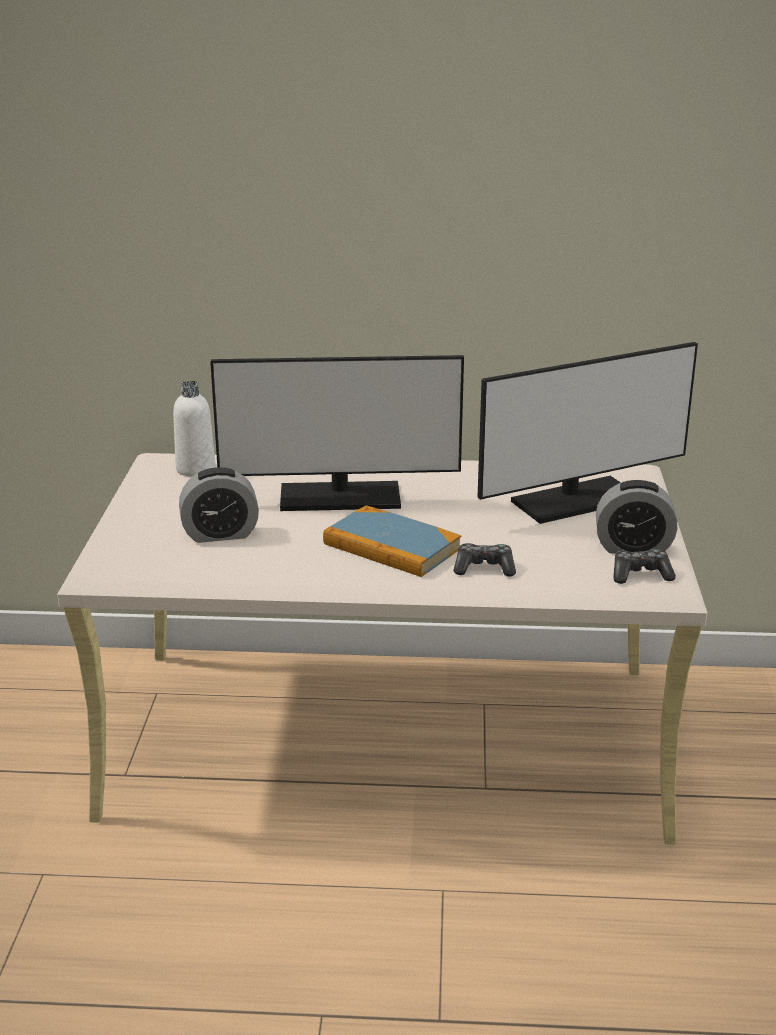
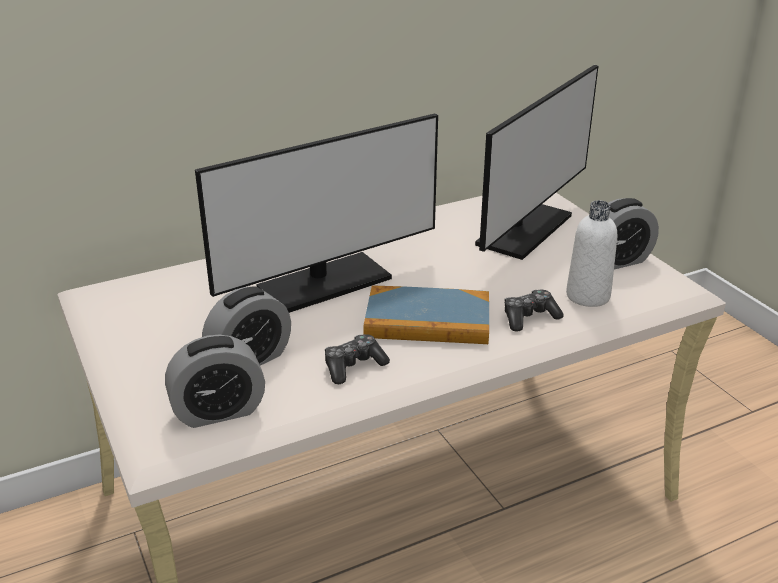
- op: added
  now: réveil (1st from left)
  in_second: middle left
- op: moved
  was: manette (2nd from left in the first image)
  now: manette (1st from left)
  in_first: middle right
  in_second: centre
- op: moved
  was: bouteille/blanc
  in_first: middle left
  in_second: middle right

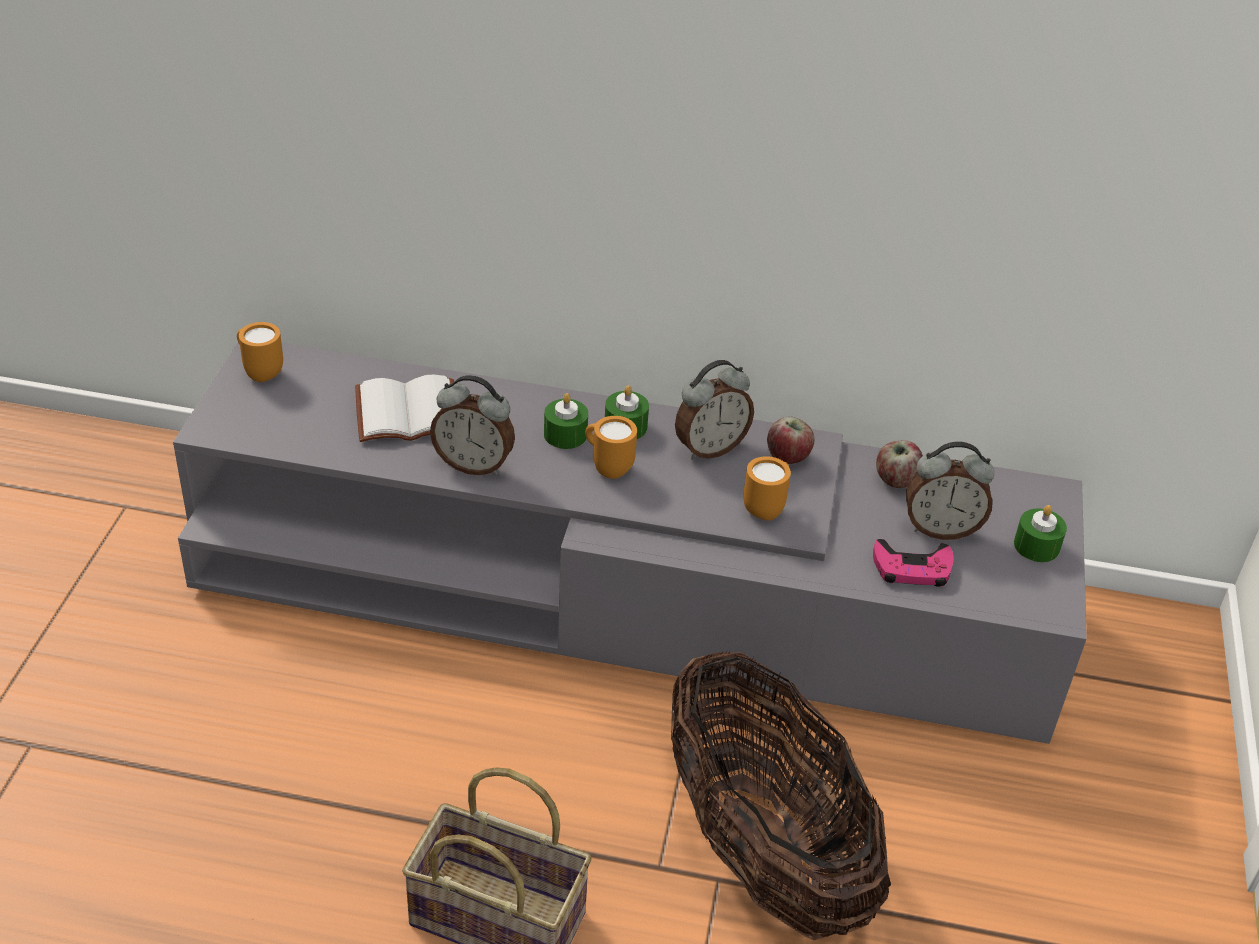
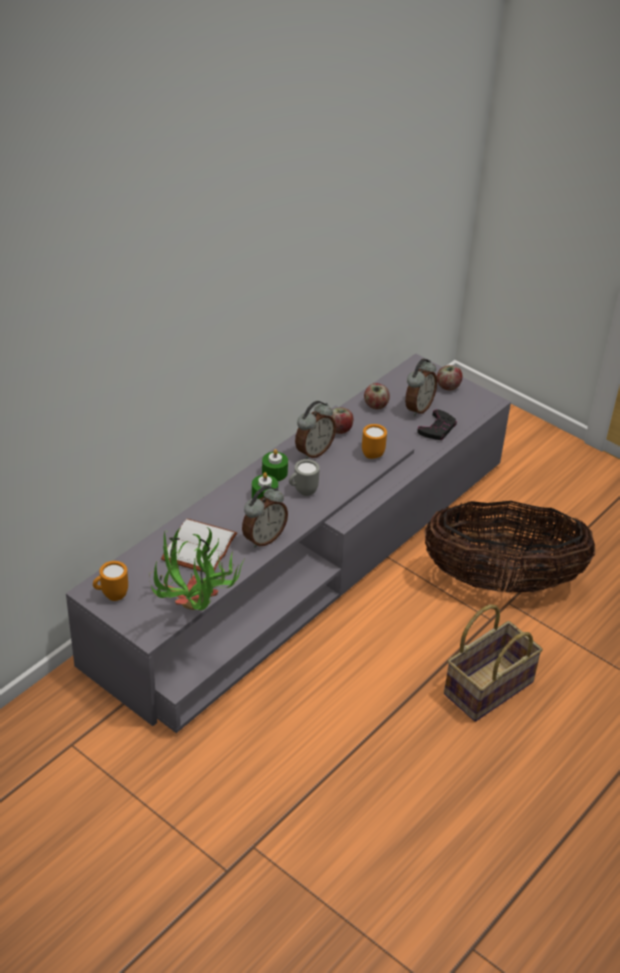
- op: added
  now: plante en pot
  in_second: middle left
- op: recoloured
  was: mug/orange (2nd from left)
  now: mug/gris
  in_first: centre
  in_second: centre
- op: turned
  was: réveil (2nd from left)
  in_first: centre
  in_second: centre
  clockwise: 45
- op: recoloured
  was: manette/rose
  now: manette/noir
  in_first: middle right
  in_second: middle right
- op: replaced
  was: bougie/vert (3rd from left)
  now: pomme (3rd from left)
  in_first: middle right
  in_second: middle right

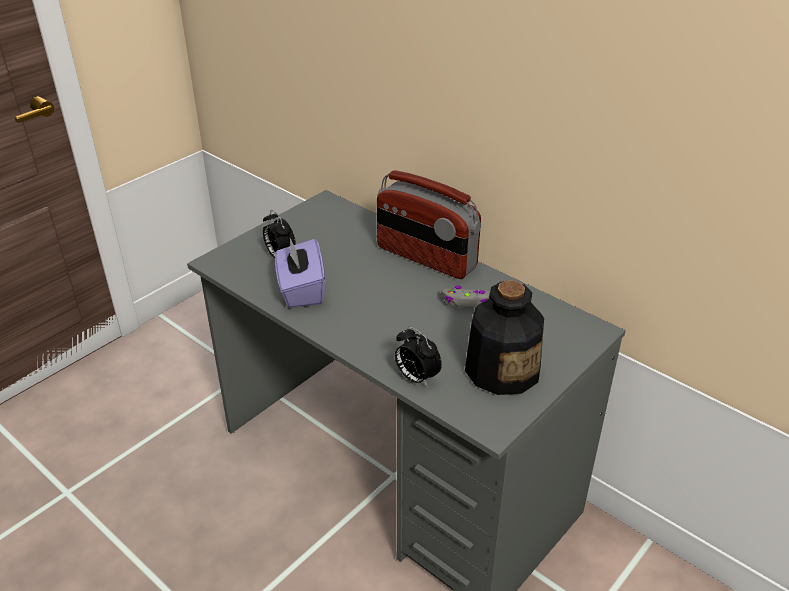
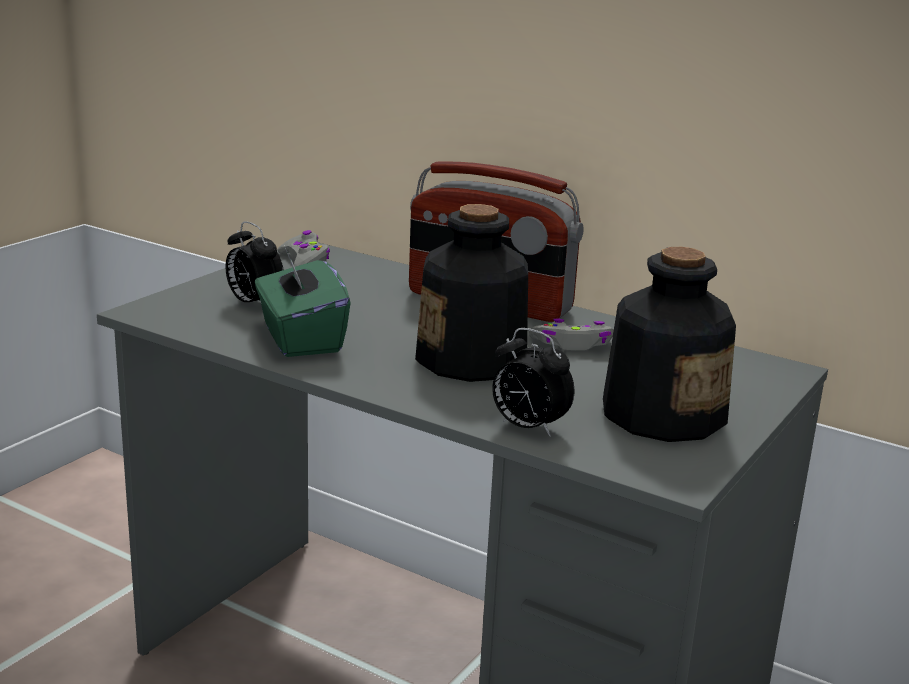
- op: recoloured
  was: boîte à mouchoirs/violet
  now: boîte à mouchoirs/vert
  in_first: centre
  in_second: centre
- op: added
  now: manette/gris (1st from left)
  in_second: centre
- op: added
  now: bouteille (1st from left)
  in_second: centre

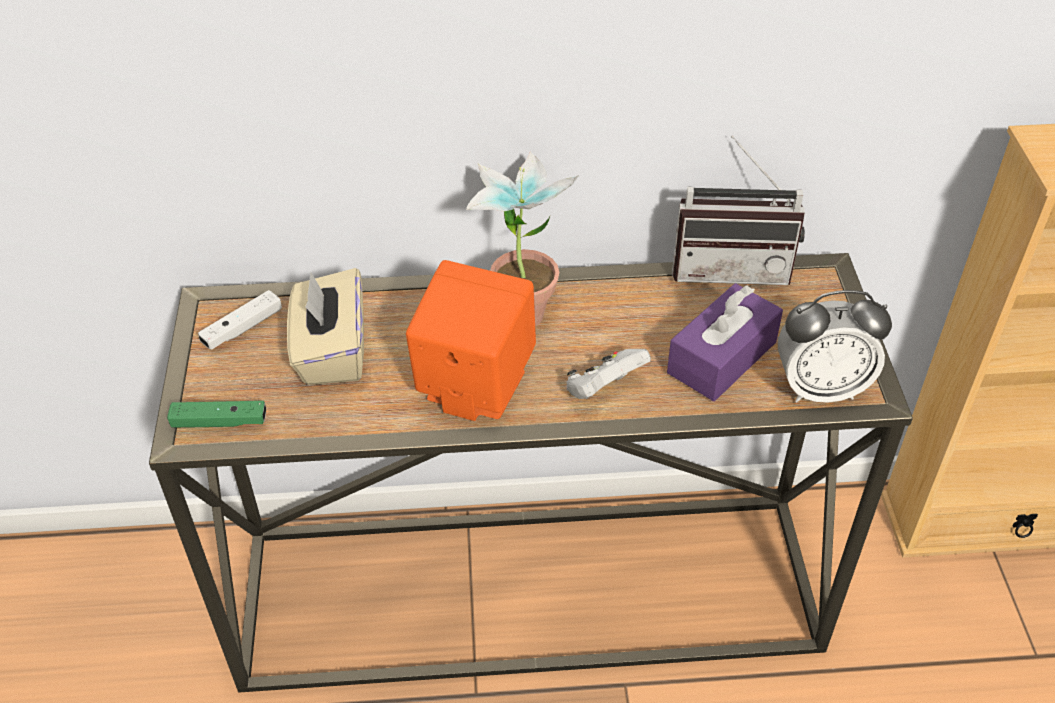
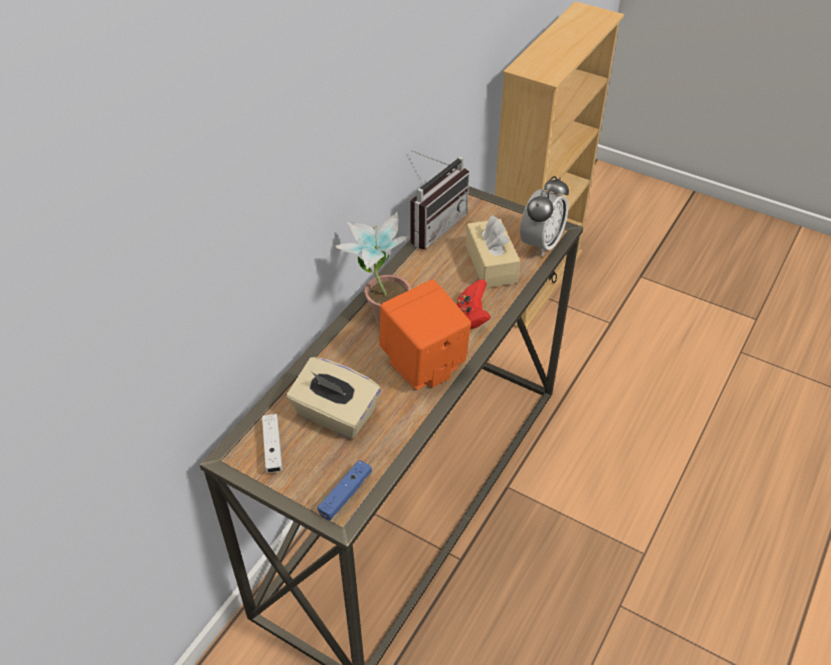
- op: recoloured
  was: manette/vert
  now: manette/bleu
  in_first: middle left
  in_second: bottom centre
- op: recoloured
  was: manette/blanc (2nd from left)
  now: manette/rouge
  in_first: centre
  in_second: centre
- op: recoloured
  was: boîte à mouchoirs/violet
  now: boîte à mouchoirs/beige (2nd from left)
  in_first: middle right
  in_second: centre

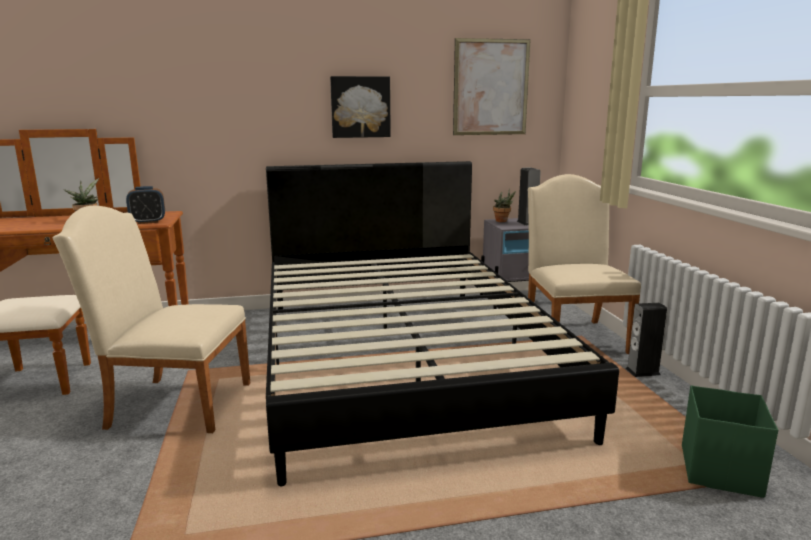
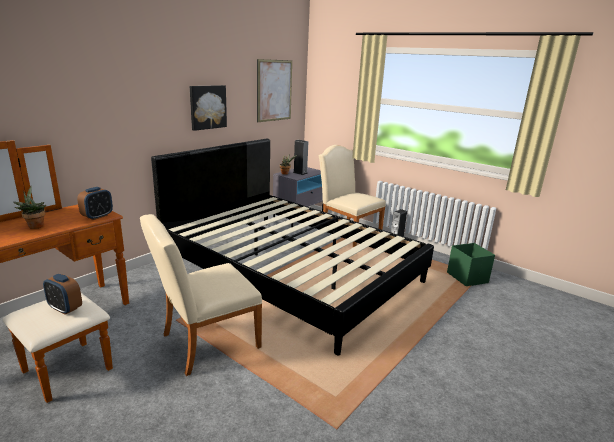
- op: added
  now: réveil (1st from left)
  in_second: middle left

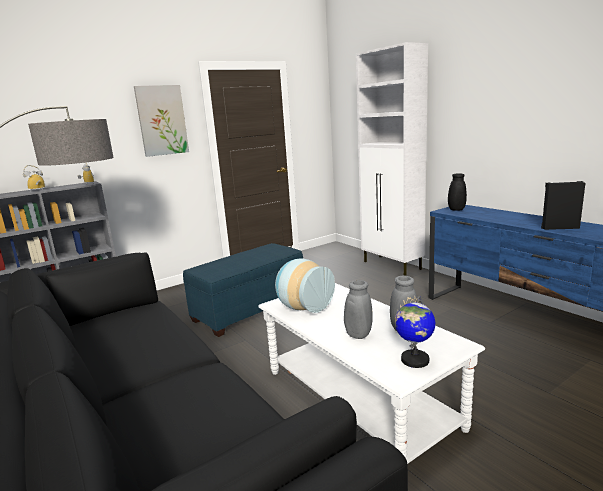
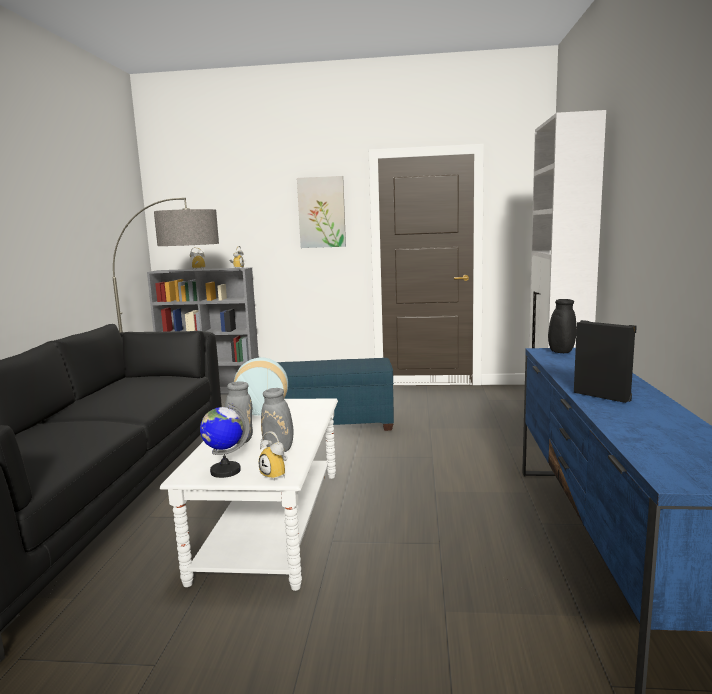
- op: added
  now: réveil (3rd from left)
  in_second: centre

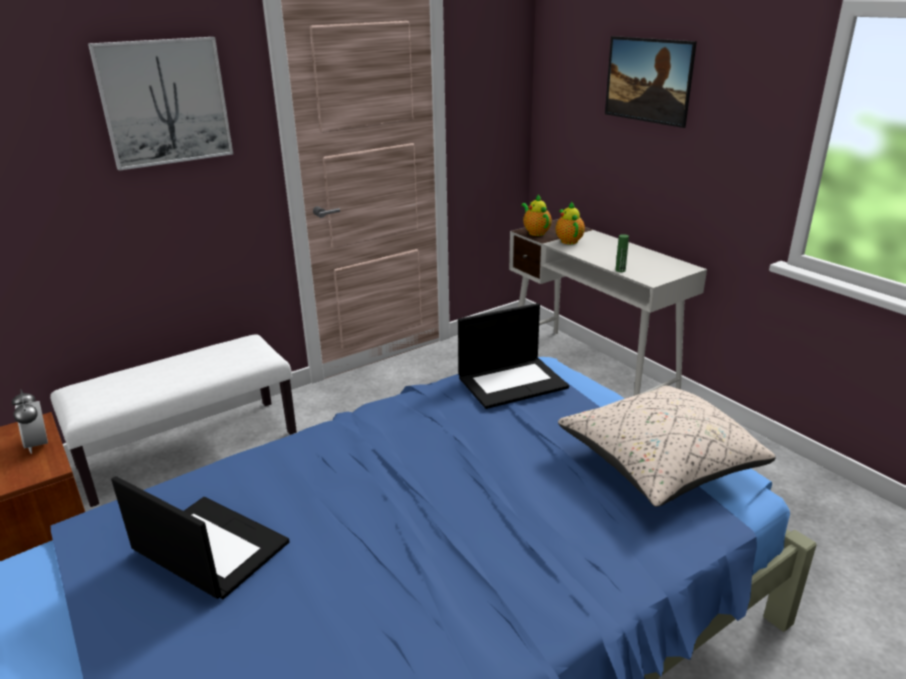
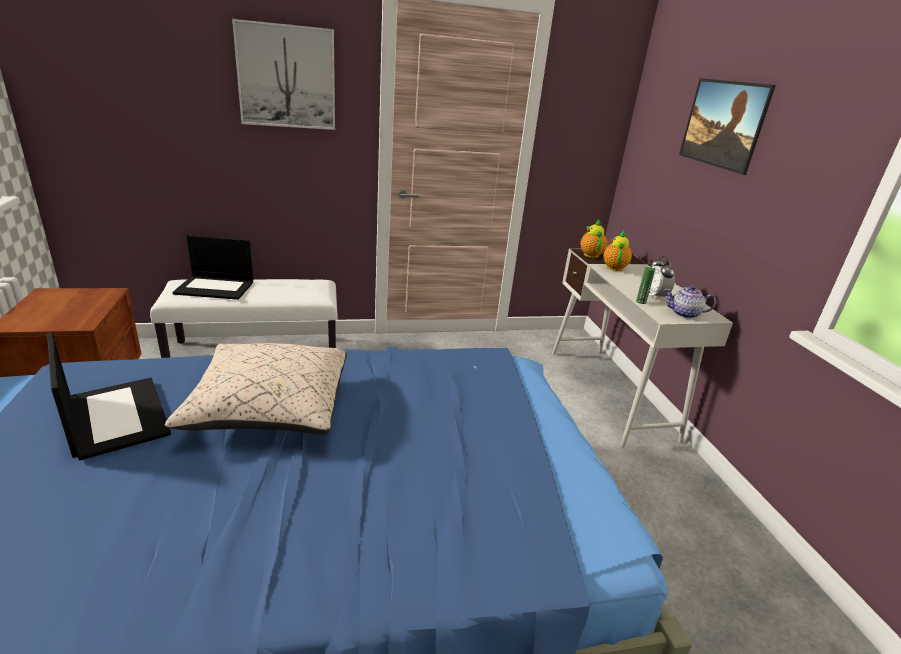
- op: moved
  was: coussin/beige
  in_first: middle right
  in_second: middle left
- op: moved
  was: ordinateur portable (2nd from left)
  in_first: centre
  in_second: middle left
- op: moved
  was: réveil
  in_first: middle left
  in_second: middle right
- op: added
  now: théière (3rd from left)
  in_second: middle right

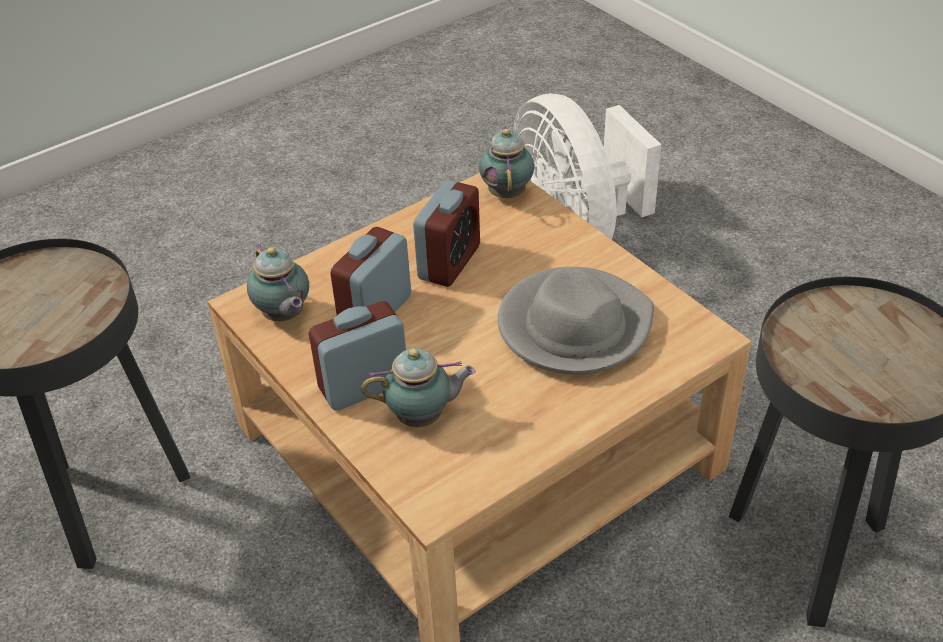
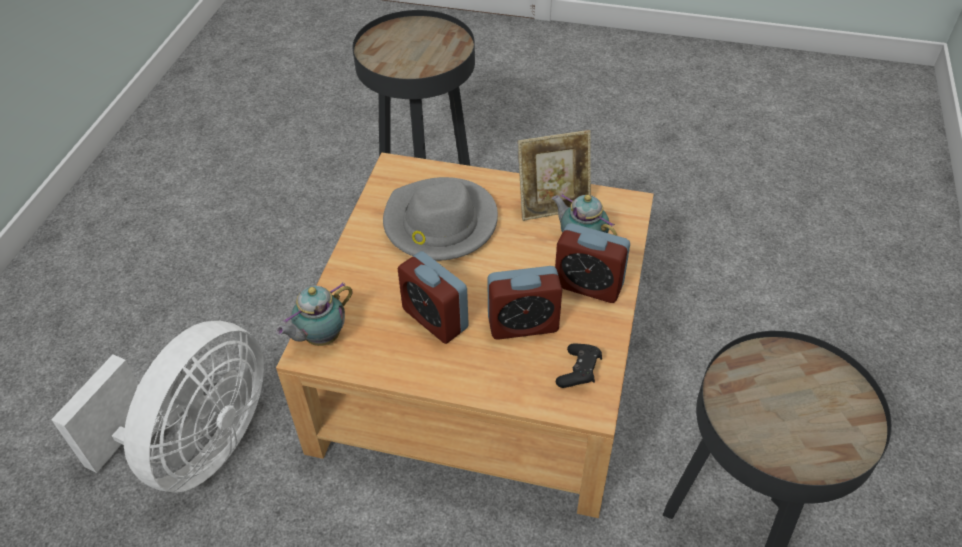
- op: turned
  was: réveil (3rd from left in the first image)
  in_first: centre
  in_second: centre
  clockwise: -120
- op: added
  now: cadre photo
  in_second: top centre
- op: replaced
  was: théière (1st from left)
  now: manette/noir
  in_first: middle left
  in_second: bottom centre

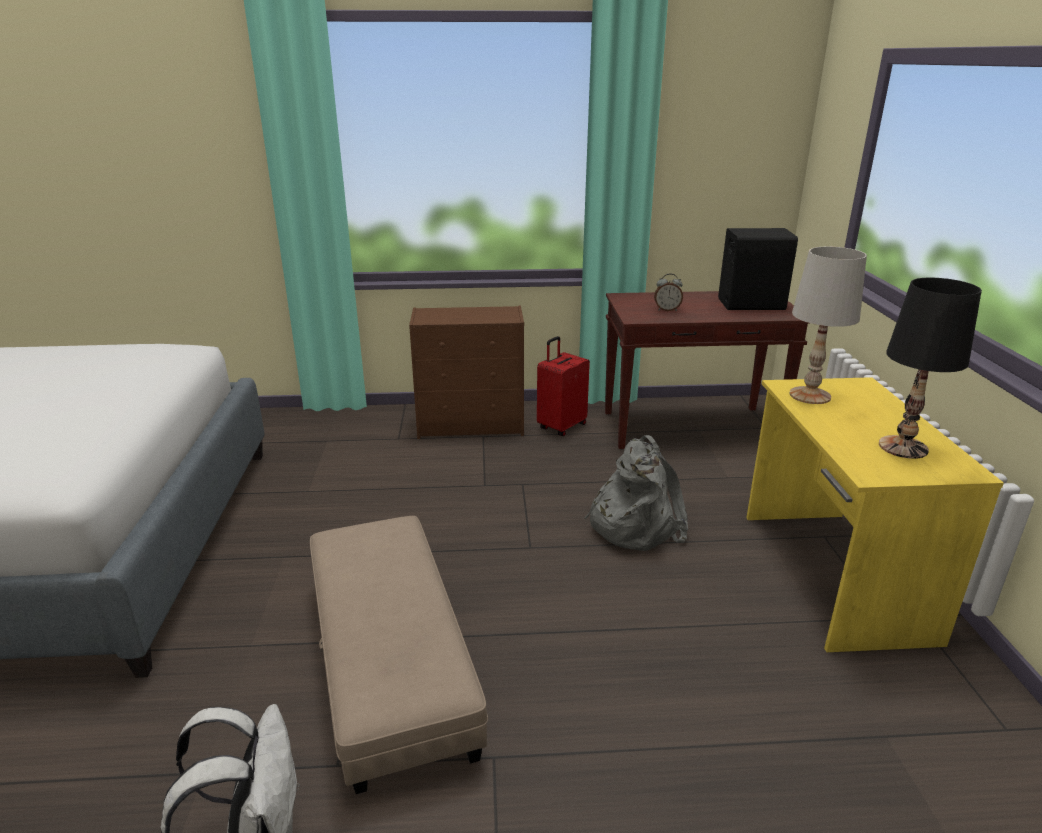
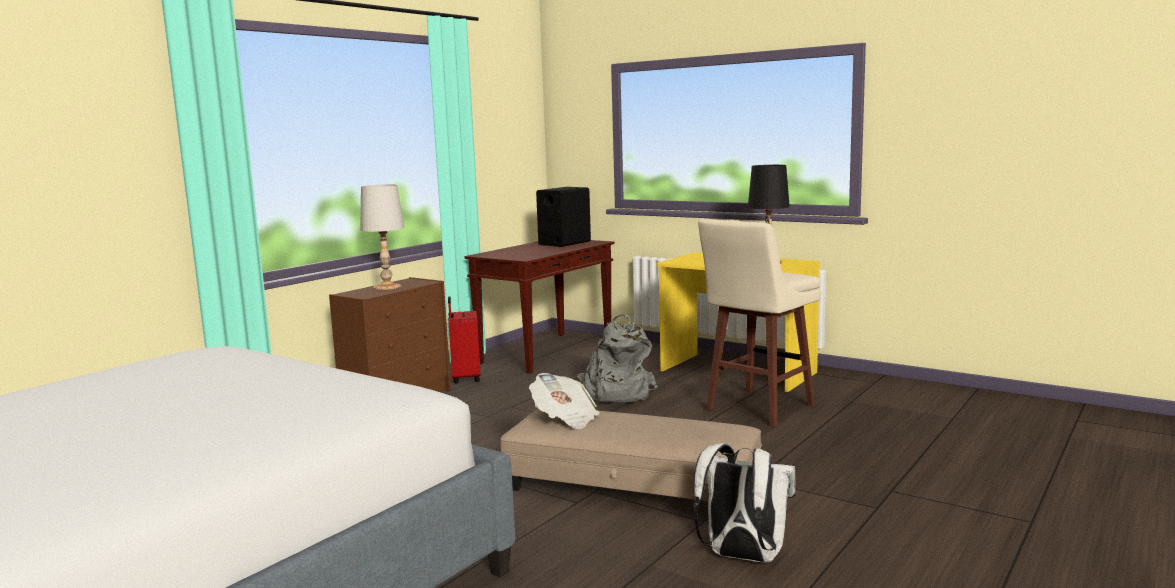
- op: moved
  was: lampe de table/blanc
  in_first: middle right
  in_second: middle left
- op: added
  now: journal
  in_second: bottom centre
- op: added
  now: tabouret/beige
  in_second: centre
- op: removed
  was: réveil
  in_first: centre

